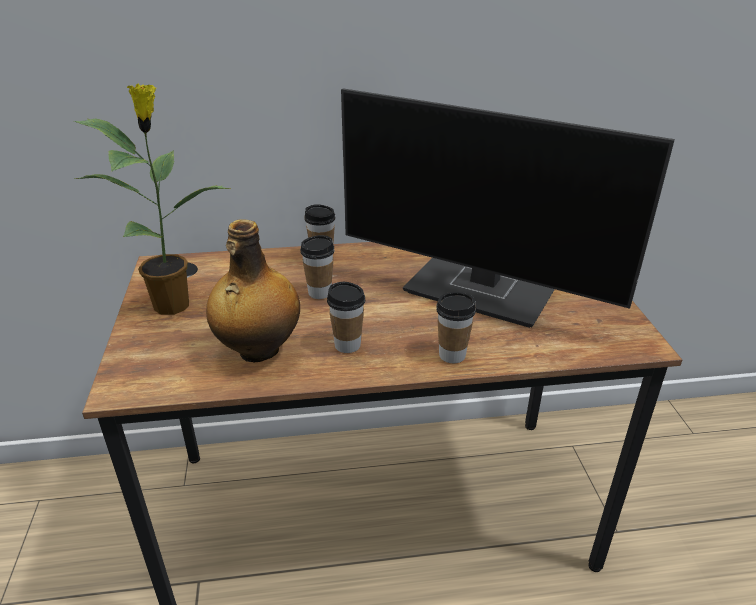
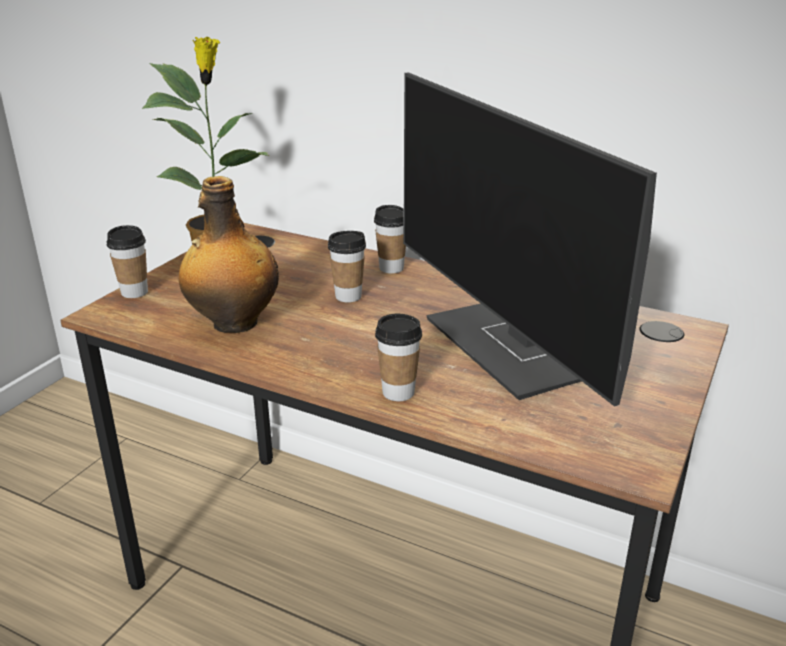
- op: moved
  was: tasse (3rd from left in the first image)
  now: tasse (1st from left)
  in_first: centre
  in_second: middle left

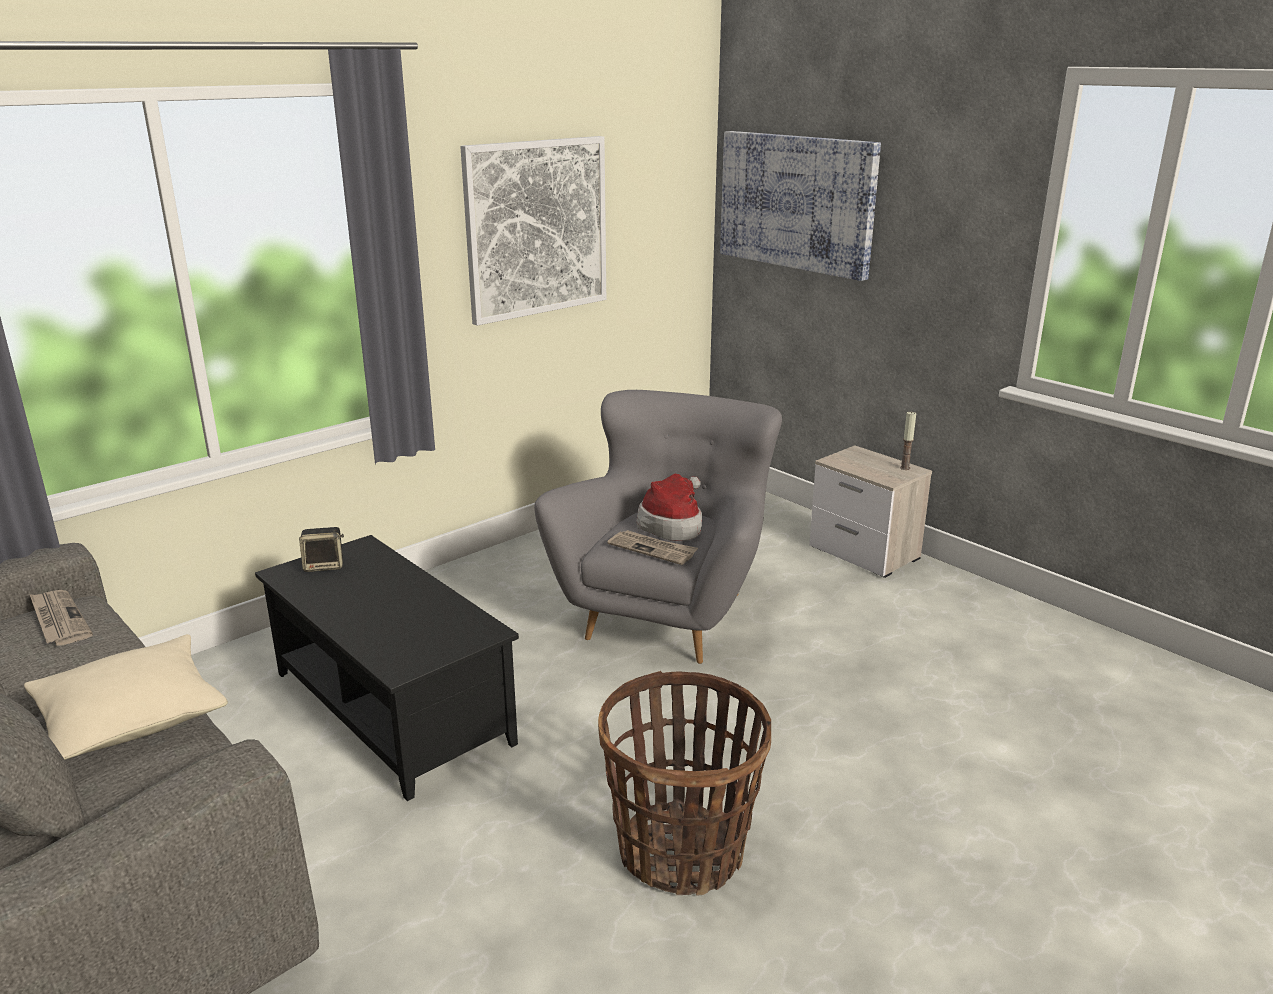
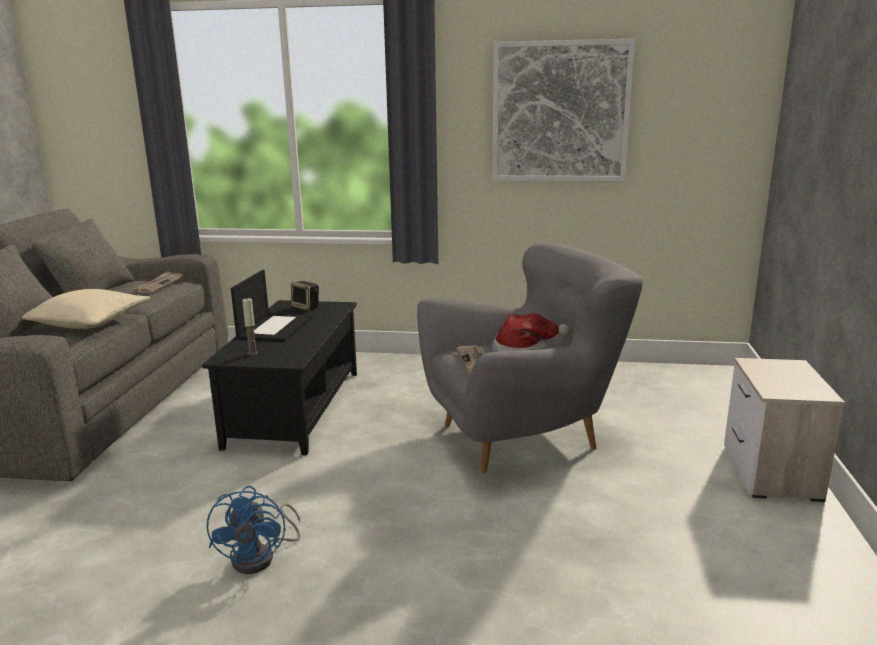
- op: replaced
  was: panier
  now: ventilateur/bleu
  in_first: bottom centre
  in_second: bottom left
- op: added
  now: ordinateur portable
  in_second: middle left
- op: moved
  was: bougie
  in_first: middle right
  in_second: middle left
- op: removed
  was: tableau (2nd from left)
  in_first: top centre

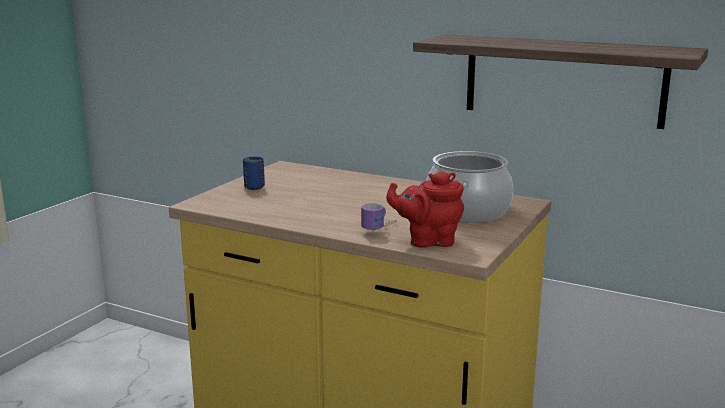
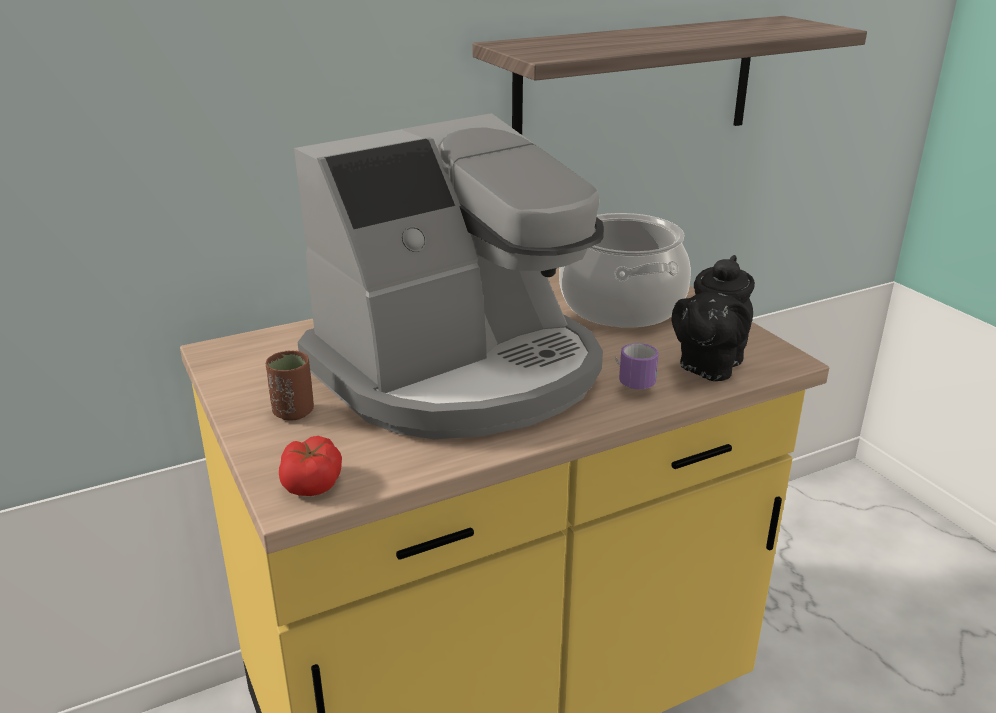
- op: recoloured
  was: tasse/bleu
  now: tasse/marron
  in_first: centre
  in_second: middle left
- op: added
  now: tomate
  in_second: middle left
- op: added
  now: machine à café
  in_second: centre
- op: recoloured
  was: théière/rouge
  now: théière/noir
  in_first: centre
  in_second: middle right

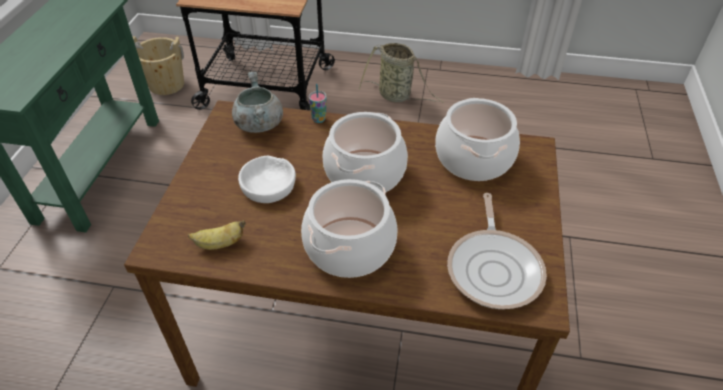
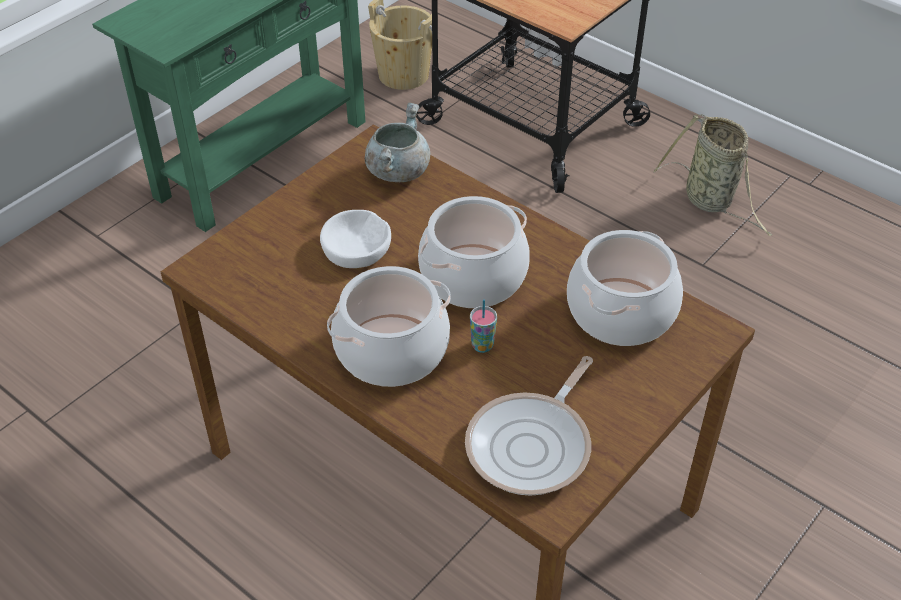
- op: moved
  was: tasse
  in_first: top centre
  in_second: centre
- op: removed
  was: banane
  in_first: middle left

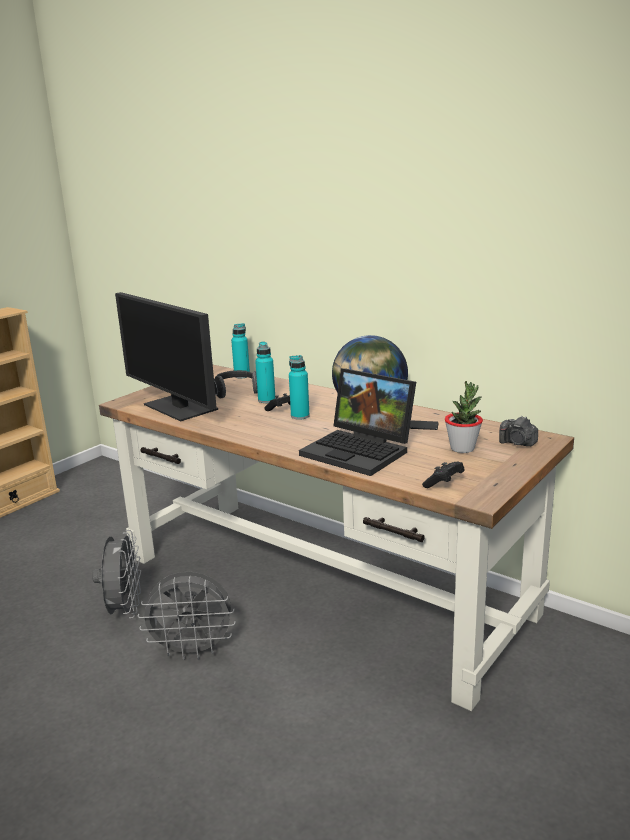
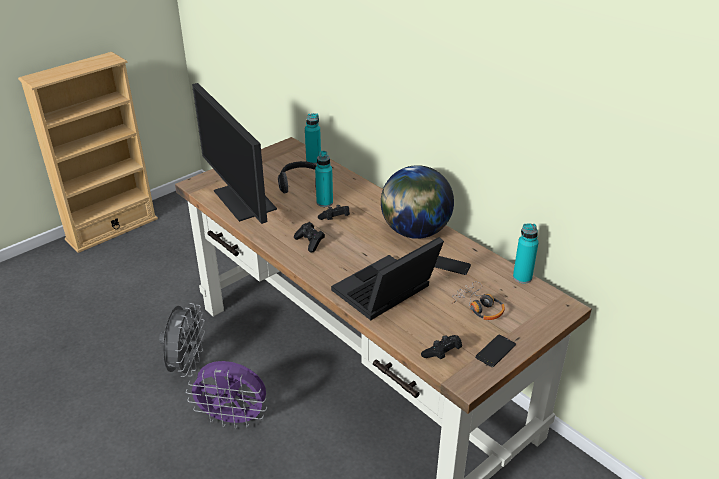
- op: recoloured
  was: ventilateur/gris (2nd from left)
  now: ventilateur/violet
  in_first: bottom left
  in_second: bottom left
- op: added
  now: manette/noir (1st from left)
  in_second: centre
- op: turned
  was: ordinateur portable
  in_first: centre
  in_second: centre
  clockwise: 90
- op: replaced
  was: plante en pot
  now: casque audio (2nd from left)
  in_first: middle right
  in_second: centre
- op: added
  now: téléphone (2nd from left)
  in_second: bottom right
- op: moved
  was: bouteille/turquoise (3rd from left)
  in_first: centre
  in_second: middle right
- op: removed
  was: appareil photo
  in_first: middle right

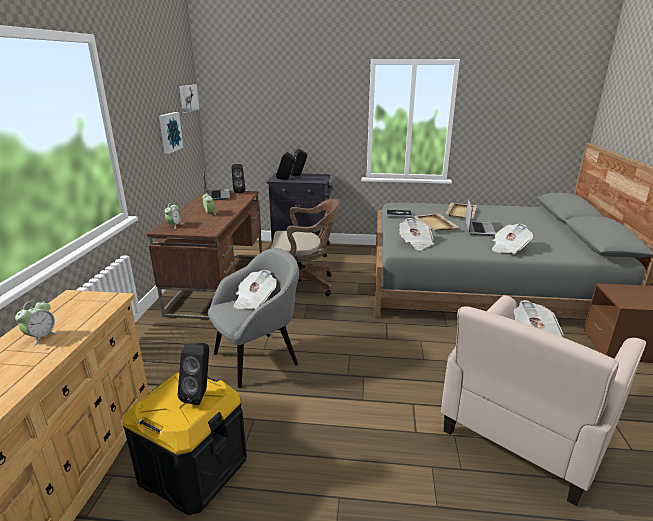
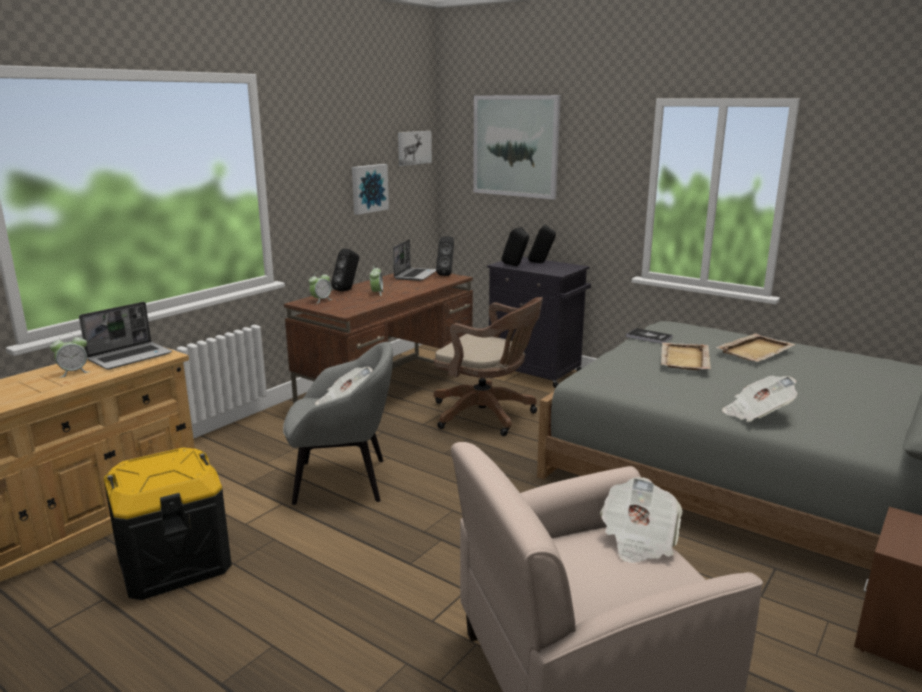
- op: moved
  was: ordinateur portable (2nd from left in the first image)
  now: ordinateur portable (1st from left)
  in_first: middle right
  in_second: middle left
- op: moved
  was: enceinte/noir (1st from left)
  in_first: bottom left
  in_second: centre
- op: added
  now: tableau (3rd from left)
  in_second: top centre
- op: removed
  was: journal (2nd from left)
  in_first: centre

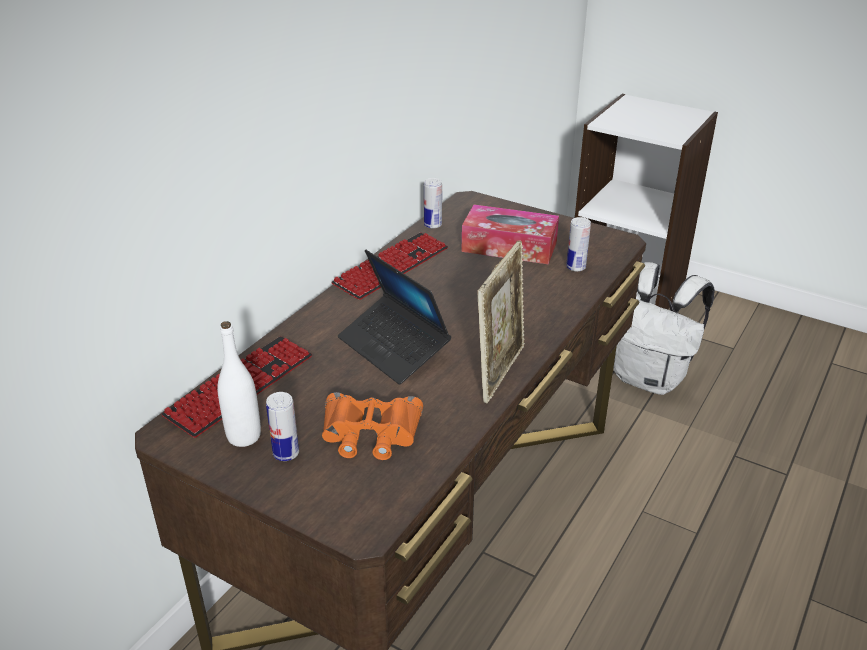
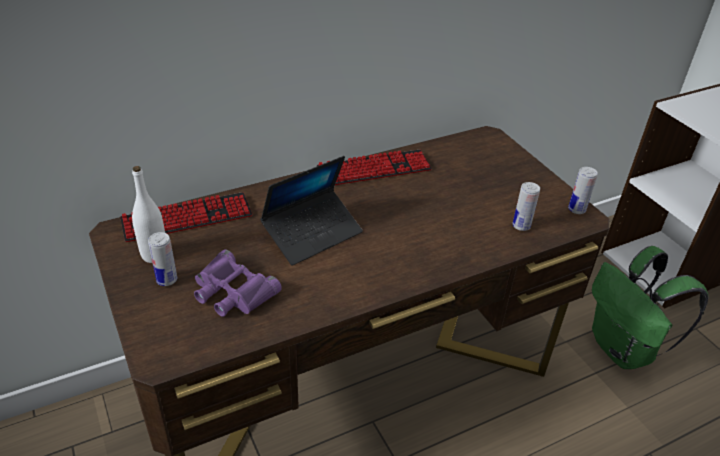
- op: recoloured
  was: jumelles/orange
  now: jumelles/violet
  in_first: centre
  in_second: middle left
- op: turned
  was: ordinateur portable
  in_first: centre
  in_second: centre
  clockwise: -120
- op: moved
  was: boîte métallique (2nd from left in the first image)
  now: boîte métallique (3rd from left)
  in_first: top centre
  in_second: middle right
- op: recoloured
  was: sac à dos/blanc
  now: sac à dos/vert
  in_first: middle right
  in_second: bottom right
- op: removed
  was: boîte à mouchoirs
  in_first: centre
- op: removed
  was: cadre photo
  in_first: centre

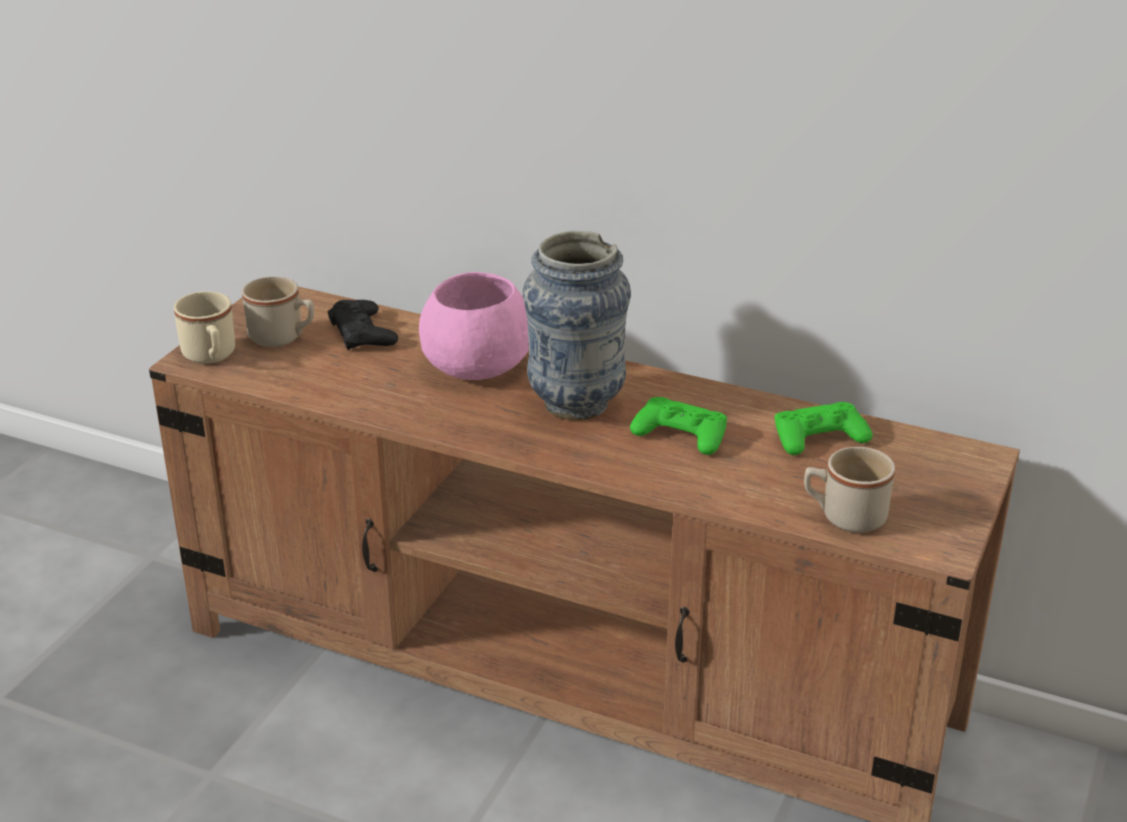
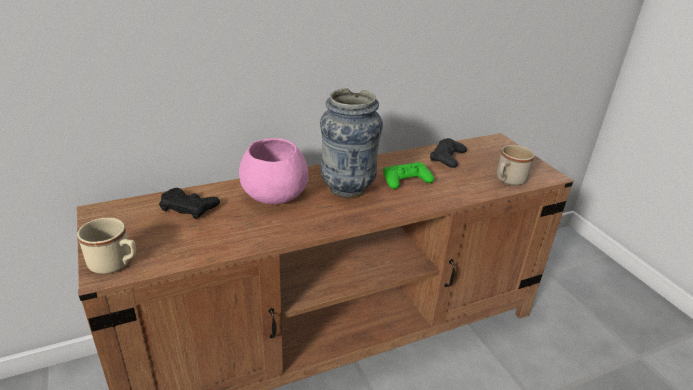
- op: recoloured
  was: manette/vert (2nd from left)
  now: manette/noir (2nd from left)
  in_first: middle right
  in_second: centre
- op: removed
  was: mug/beige (2nd from left)
  in_first: middle left

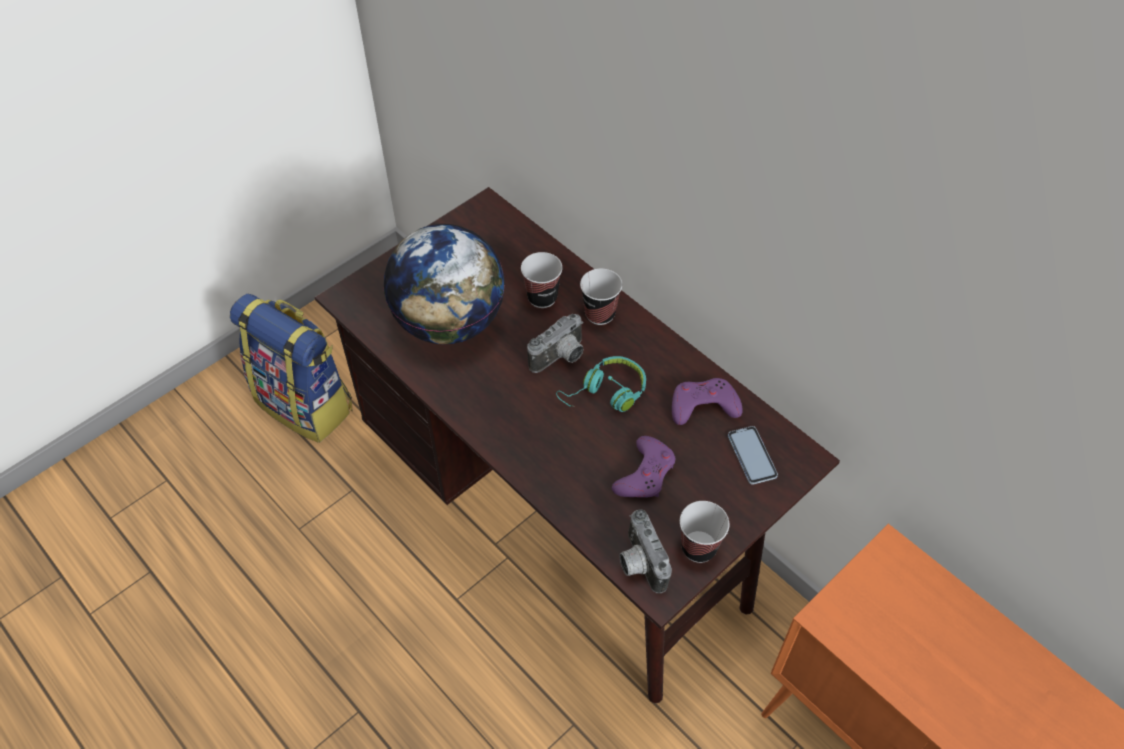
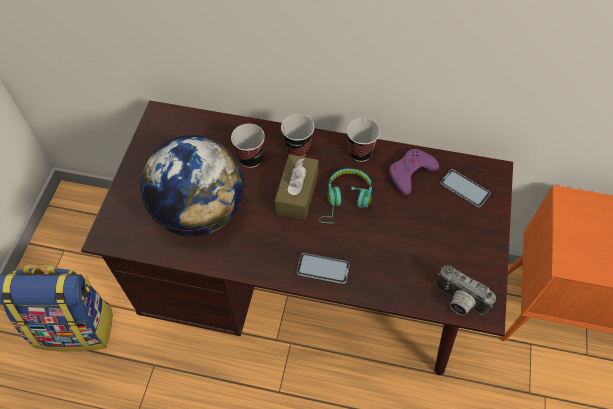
- op: replaced
  was: appareil photo (1st from left)
  now: boîte à mouchoirs/marron
  in_first: centre
  in_second: centre
- op: added
  now: téléphone (1st from left)
  in_second: centre
- op: moved
  was: tasse (3rd from left)
  in_first: bottom centre
  in_second: centre
- op: removed
  was: manette/violet (1st from left)
  in_first: centre

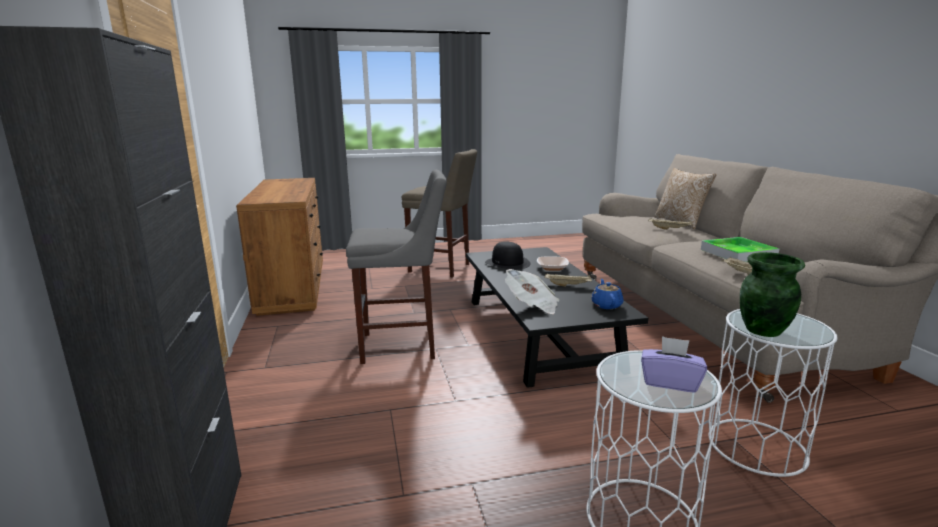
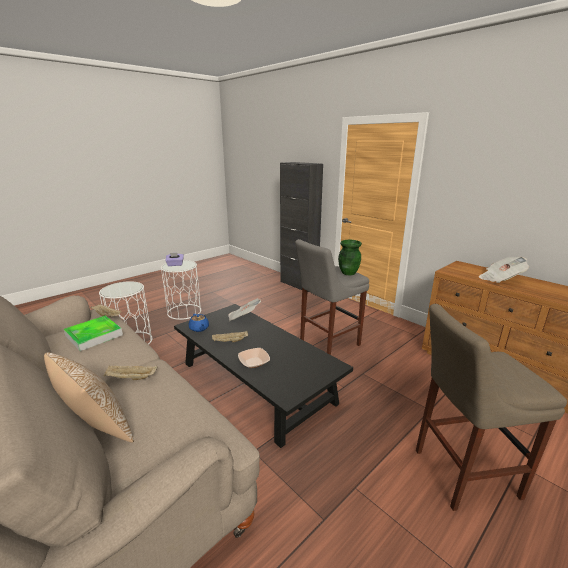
- op: moved
  was: vase/vert
  in_first: middle right
  in_second: centre
- op: added
  now: journal (2nd from left)
  in_second: middle right
- op: removed
  was: chapeau/noir
  in_first: centre

